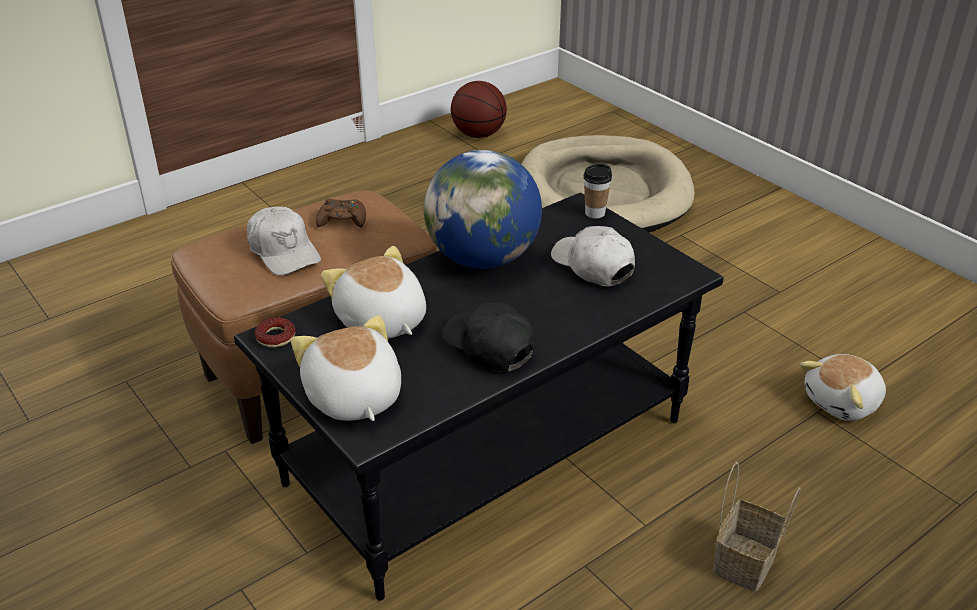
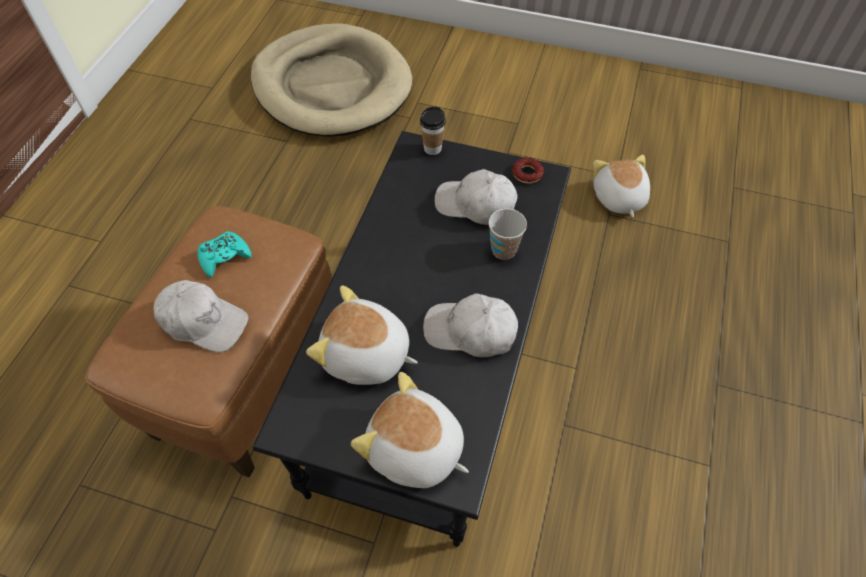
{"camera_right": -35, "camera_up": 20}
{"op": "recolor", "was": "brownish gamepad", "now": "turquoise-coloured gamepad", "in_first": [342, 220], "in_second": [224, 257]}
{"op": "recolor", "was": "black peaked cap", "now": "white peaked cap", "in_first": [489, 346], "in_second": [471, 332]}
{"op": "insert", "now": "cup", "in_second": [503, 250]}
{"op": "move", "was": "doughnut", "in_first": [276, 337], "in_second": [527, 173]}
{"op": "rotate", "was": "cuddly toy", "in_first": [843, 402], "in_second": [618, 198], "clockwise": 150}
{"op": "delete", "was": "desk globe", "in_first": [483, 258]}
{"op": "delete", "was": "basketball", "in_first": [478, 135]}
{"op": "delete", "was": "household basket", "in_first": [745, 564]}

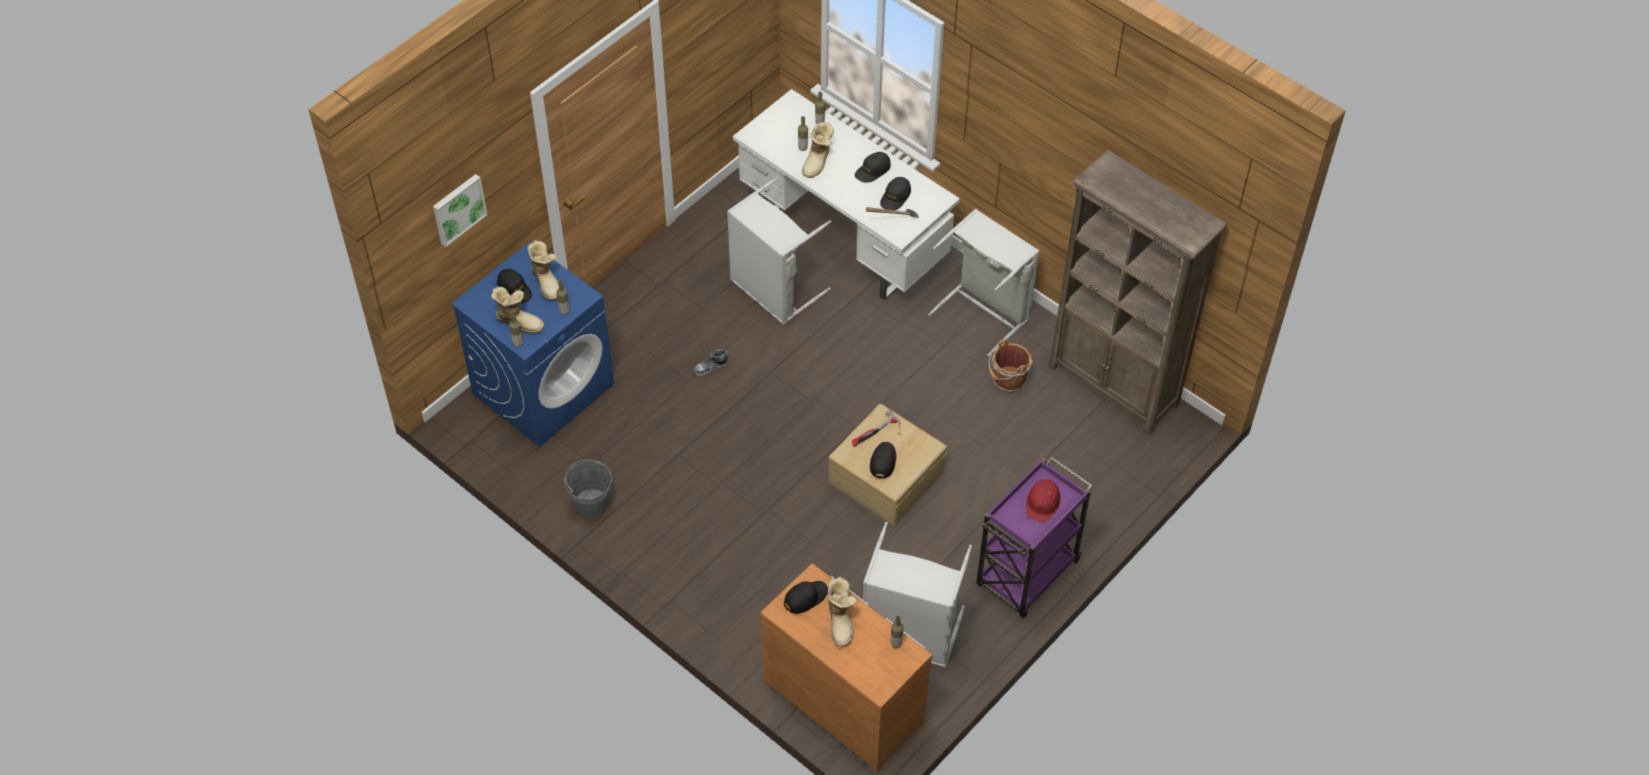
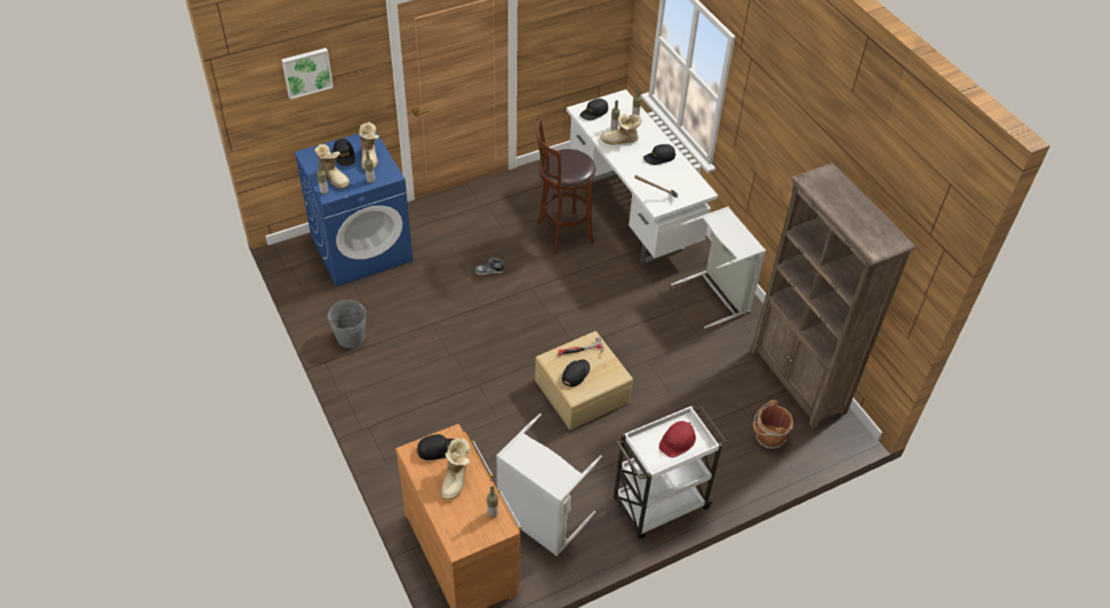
{"camera_right": 20, "camera_up": -5}
{"op": "replace", "was": "greyish hamper", "now": "brownish stool", "in_first": [772, 291], "in_second": [562, 233]}
{"op": "move", "was": "black peaked cap", "in_first": [895, 197], "in_second": [594, 113]}
{"op": "rotate", "was": "tall boot", "in_first": [818, 162], "in_second": [620, 141], "clockwise": 45}
{"op": "recolor", "was": "purple trolley", "now": "white trolley", "in_first": [1026, 575], "in_second": [659, 505]}
{"op": "move", "was": "brownish water bucket", "in_first": [1007, 380], "in_second": [768, 437]}

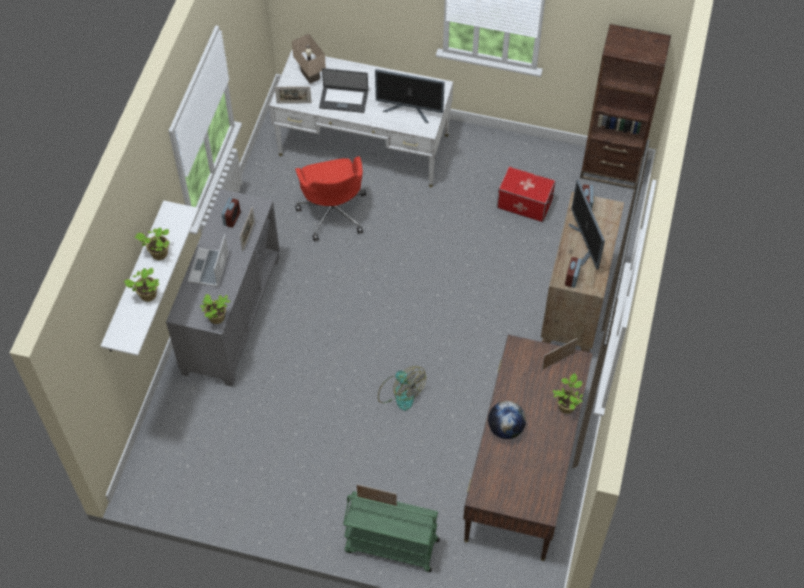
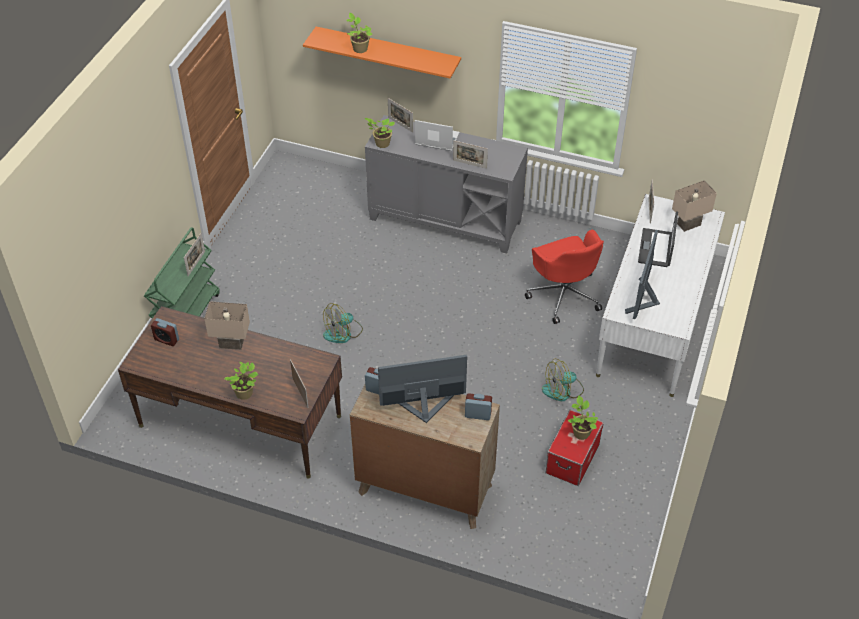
{"camera_right": 95, "camera_up": -10}
{"op": "move", "was": "alarm clock", "in_first": [232, 218], "in_second": [166, 339]}
{"op": "replace", "was": "desk globe", "now": "beige table lamp", "in_first": [505, 428], "in_second": [232, 342]}
{"op": "recolor", "was": "white bracket shelf", "now": "orange bracket shelf", "in_first": [135, 279], "in_second": [387, 52]}
{"op": "insert", "now": "picture frame", "in_second": [400, 125]}
{"op": "rotate", "was": "red-coloured office chair", "in_first": [333, 211], "in_second": [564, 294], "clockwise": -105}
{"op": "insert", "now": "cooling fan", "in_second": [563, 390]}
{"op": "move", "was": "plant in a pot", "in_first": [158, 254], "in_second": [580, 432]}
{"op": "delete", "was": "brownish bookshelf", "in_first": [611, 168]}

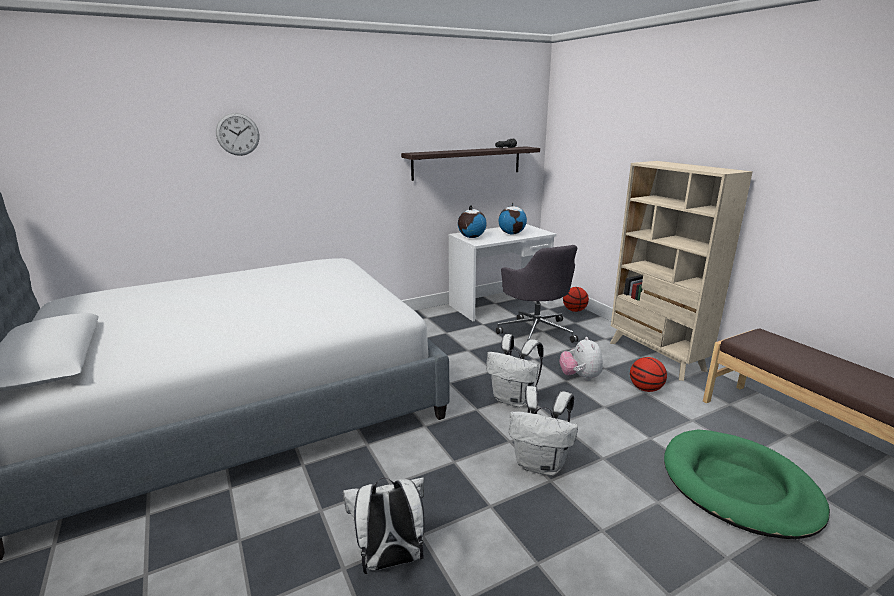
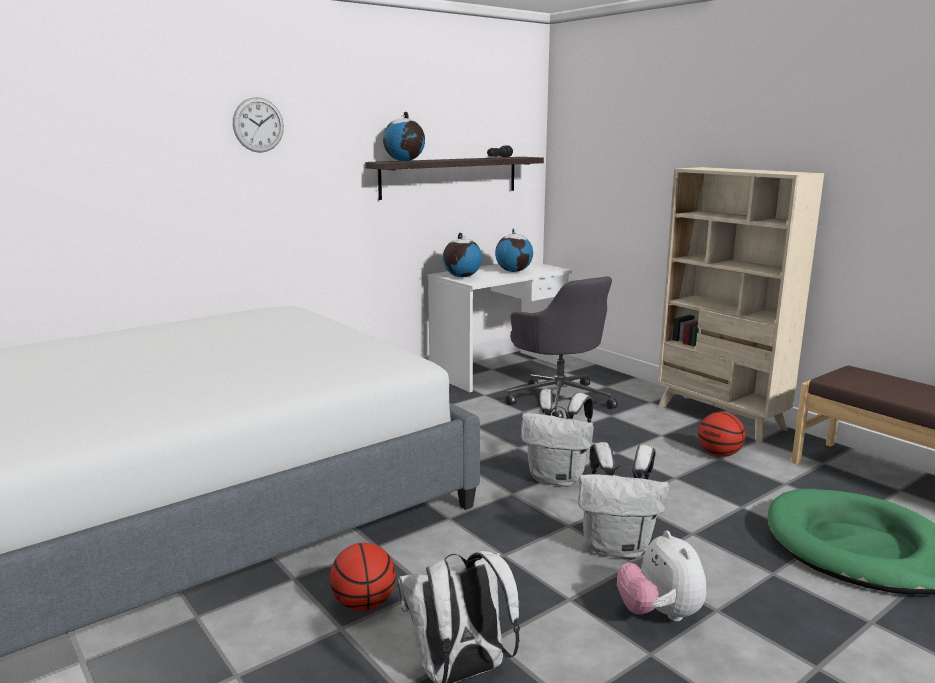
{"camera_right": -10, "camera_up": -5}
{"op": "move", "was": "wall clock", "in_first": [238, 134], "in_second": [258, 125]}
{"op": "move", "was": "basketball", "in_first": [574, 310], "in_second": [363, 604]}
{"op": "insert", "now": "desk globe", "in_second": [405, 161]}
{"op": "move", "was": "cuddly toy", "in_first": [580, 377], "in_second": [659, 613]}

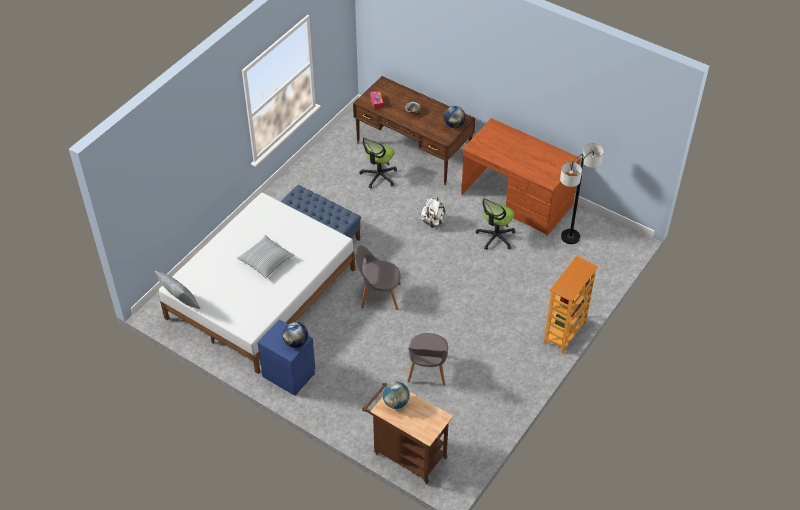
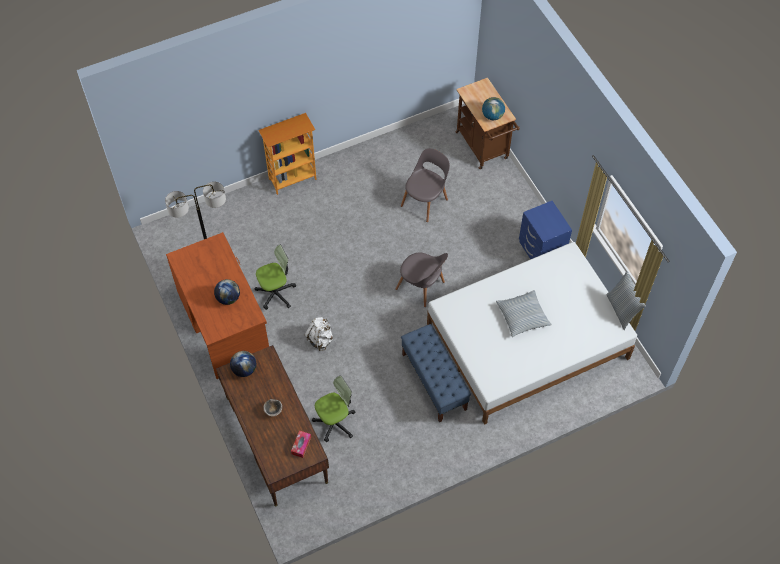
{"camera_right": -150, "camera_up": 10}
{"op": "move", "was": "desk globe", "in_first": [296, 342], "in_second": [228, 298]}

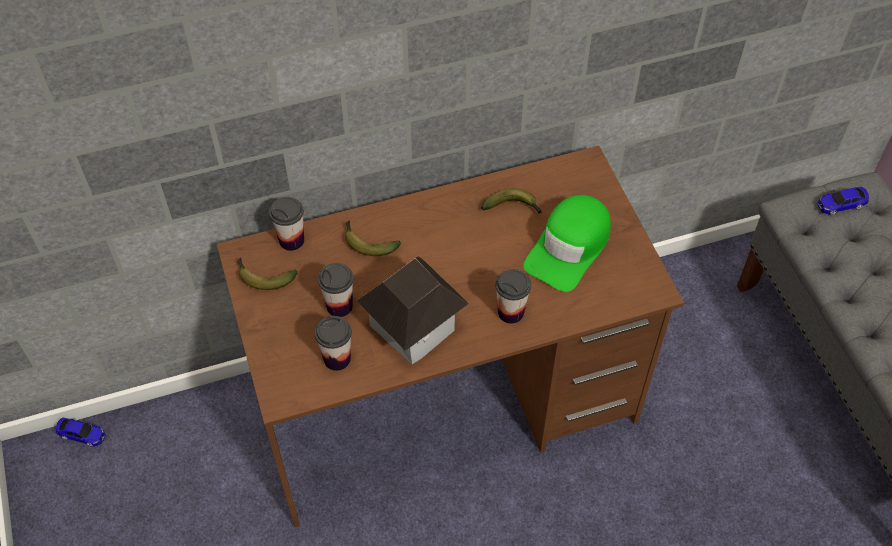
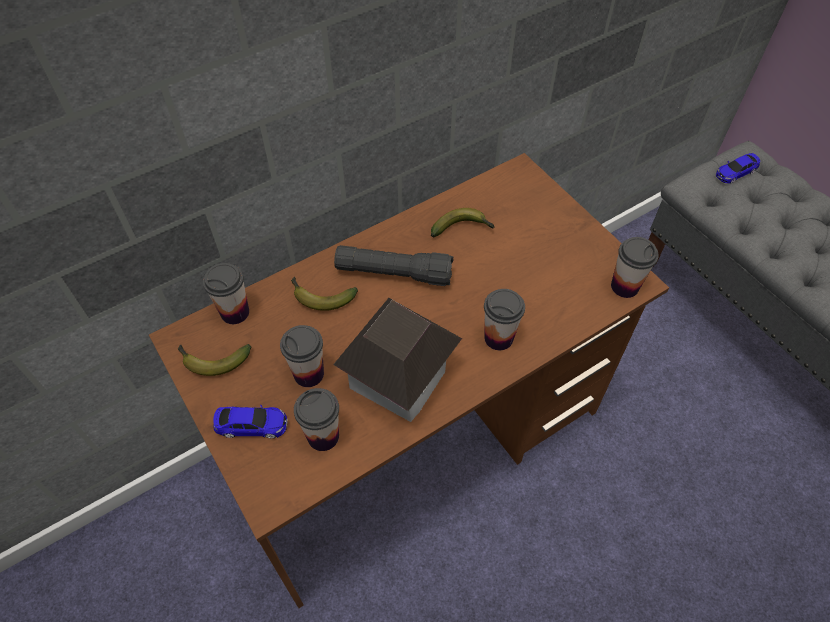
{"camera_right": -15, "camera_up": 0}
{"op": "move", "was": "miniature car", "in_first": [82, 434], "in_second": [252, 425]}
{"op": "insert", "now": "black torch", "in_second": [394, 273]}
{"op": "insert", "now": "cup", "in_second": [624, 286]}
{"op": "delete", "was": "green peaked cap", "in_first": [569, 247]}

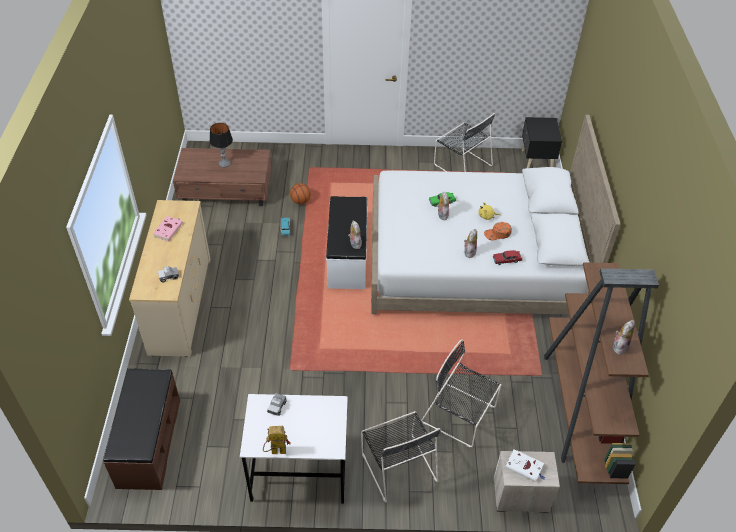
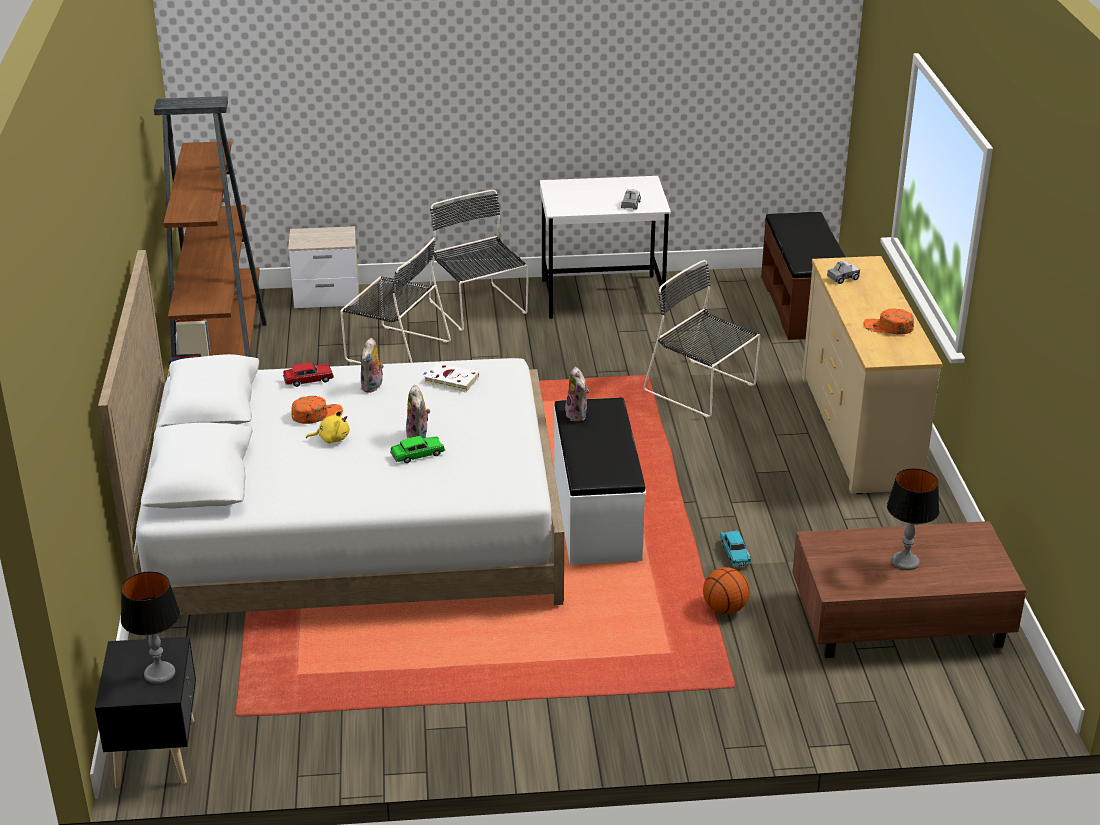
{"camera_right": 175, "camera_up": -15}
{"op": "insert", "now": "table lamp", "in_second": [159, 674]}
{"op": "move", "was": "white volume", "in_first": [525, 467], "in_second": [449, 380]}
{"op": "move", "was": "black upright chair", "in_first": [461, 164], "in_second": [702, 389]}
{"op": "replace", "was": "pink-coloured volume", "now": "orange peaked cap", "in_first": [168, 229], "in_second": [888, 327]}
{"op": "delete", "was": "model robot", "in_first": [275, 451]}
{"op": "delete", "was": "cuddly toy", "in_first": [619, 346]}

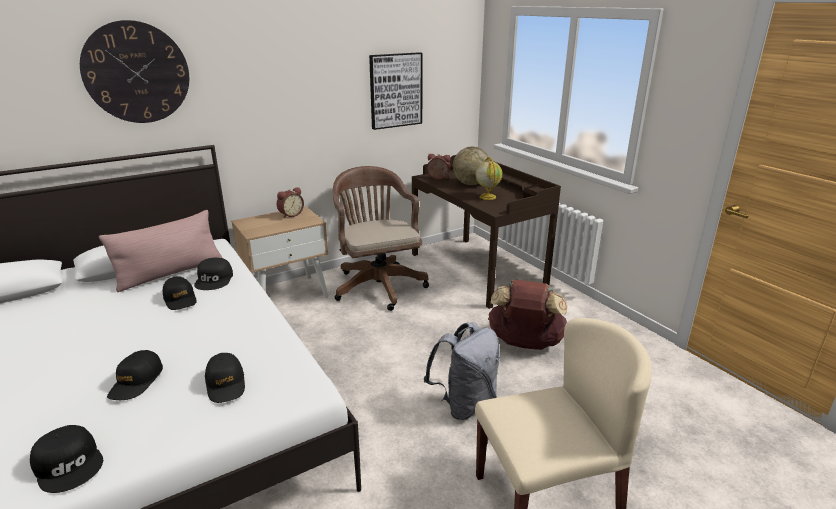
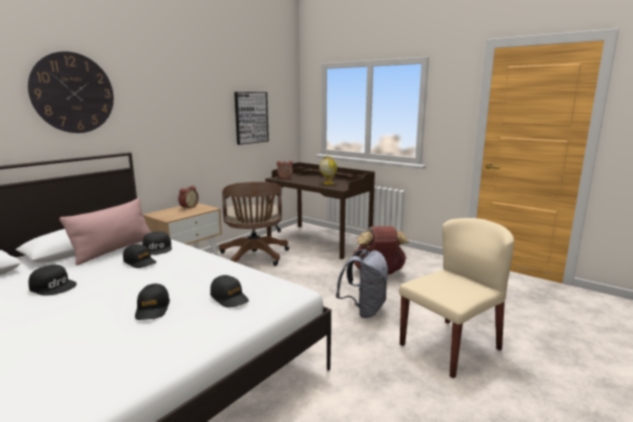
{"camera_right": -20, "camera_up": -10}
{"op": "move", "was": "black peaked cap", "in_first": [70, 464], "in_second": [54, 286]}
{"op": "rotate", "was": "brownish office chair", "in_first": [378, 284], "in_second": [254, 257], "clockwise": -150}
{"op": "delete", "was": "desk globe", "in_first": [470, 184]}

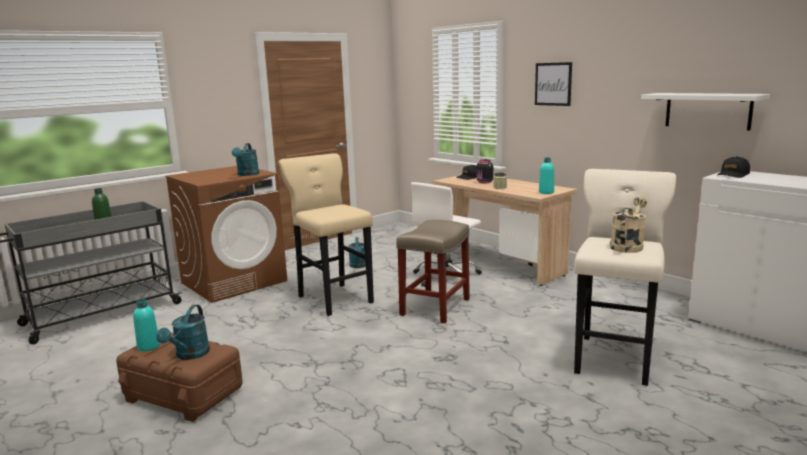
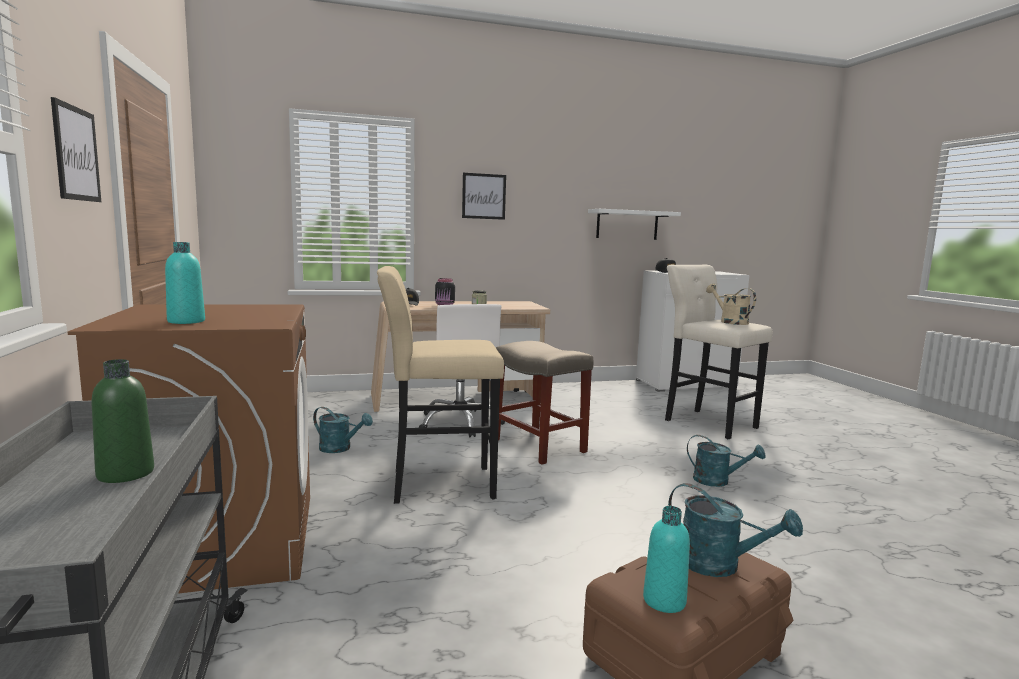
{"camera_right": -65, "camera_up": -5}
{"op": "insert", "now": "wall art", "in_second": [76, 154]}
{"op": "move", "was": "turquoise-coloured bottle", "in_first": [546, 192], "in_second": [186, 321]}
{"op": "move", "was": "turquoise-coloured watering can", "in_first": [247, 174], "in_second": [718, 481]}

